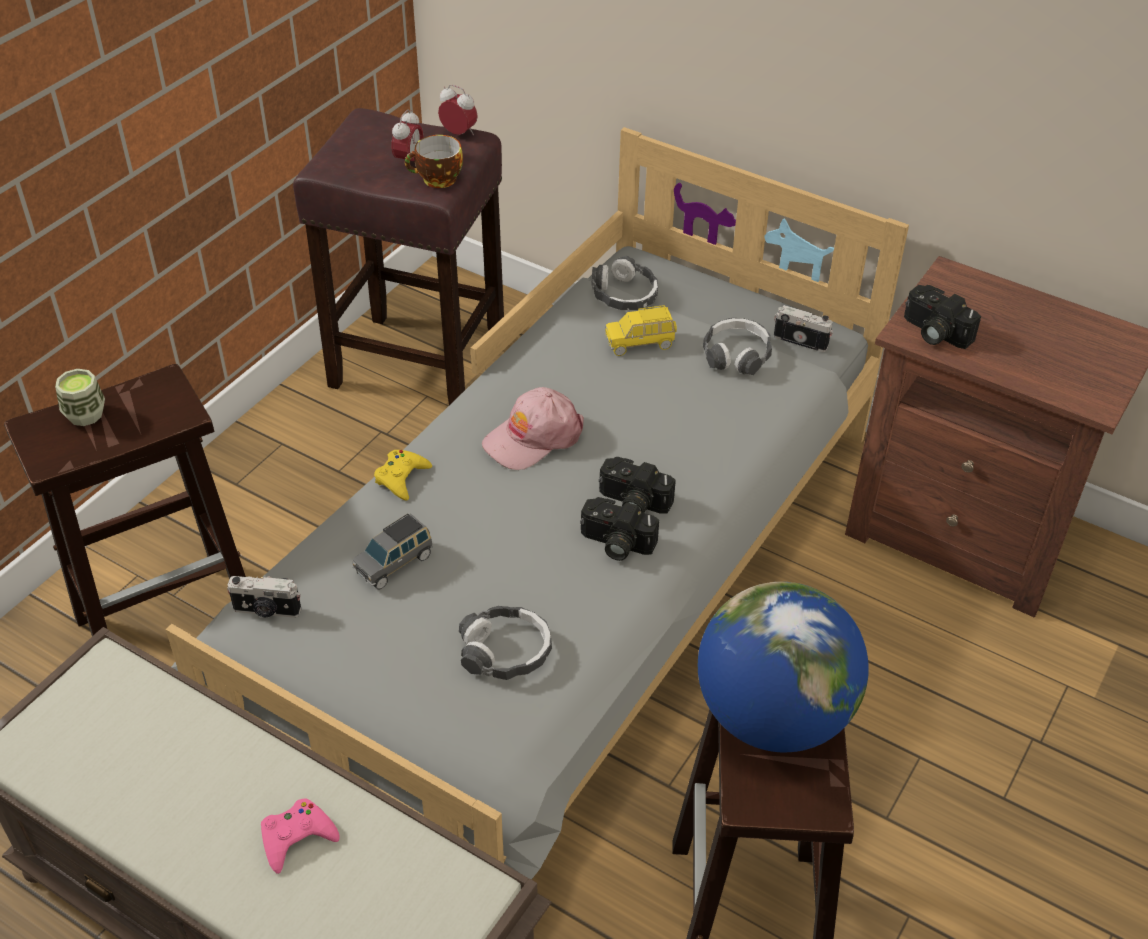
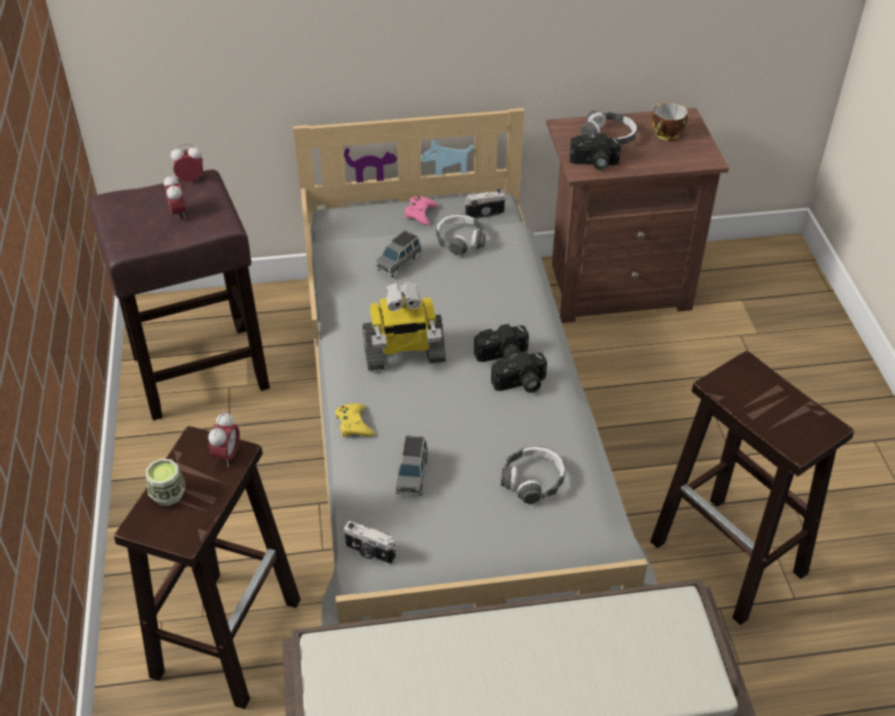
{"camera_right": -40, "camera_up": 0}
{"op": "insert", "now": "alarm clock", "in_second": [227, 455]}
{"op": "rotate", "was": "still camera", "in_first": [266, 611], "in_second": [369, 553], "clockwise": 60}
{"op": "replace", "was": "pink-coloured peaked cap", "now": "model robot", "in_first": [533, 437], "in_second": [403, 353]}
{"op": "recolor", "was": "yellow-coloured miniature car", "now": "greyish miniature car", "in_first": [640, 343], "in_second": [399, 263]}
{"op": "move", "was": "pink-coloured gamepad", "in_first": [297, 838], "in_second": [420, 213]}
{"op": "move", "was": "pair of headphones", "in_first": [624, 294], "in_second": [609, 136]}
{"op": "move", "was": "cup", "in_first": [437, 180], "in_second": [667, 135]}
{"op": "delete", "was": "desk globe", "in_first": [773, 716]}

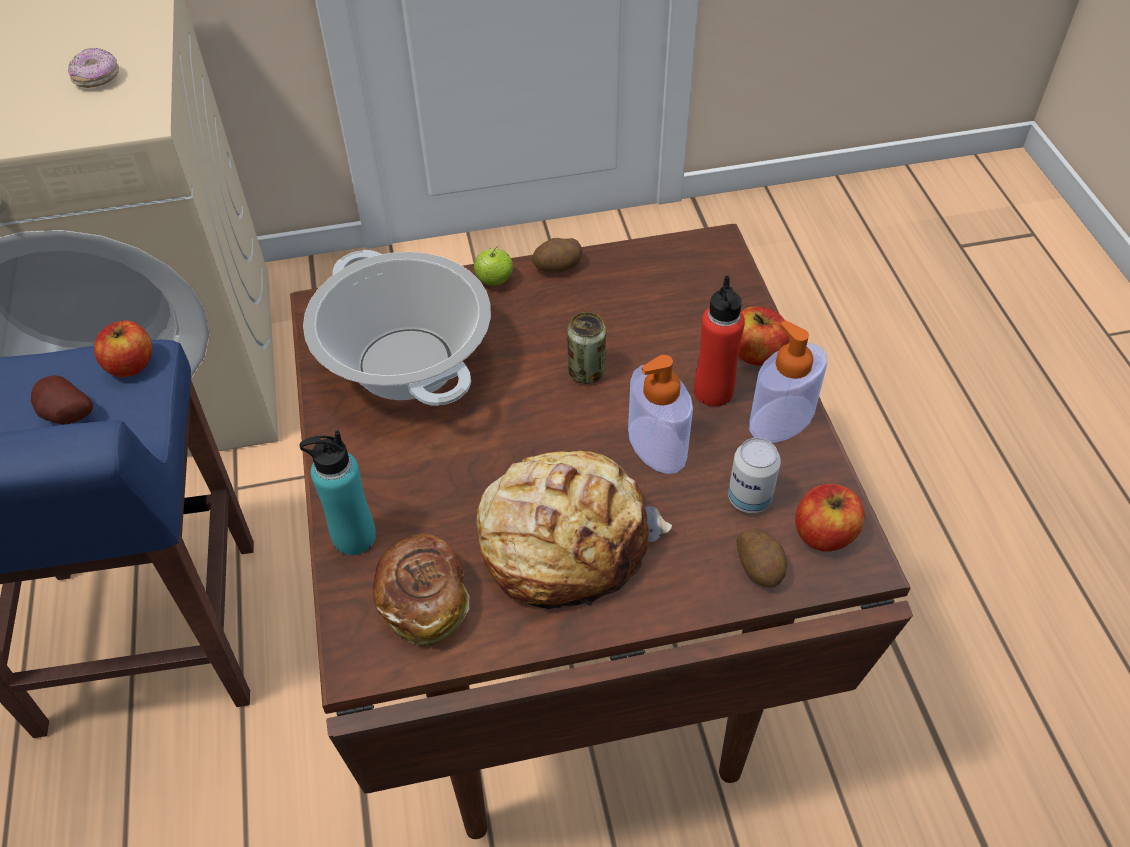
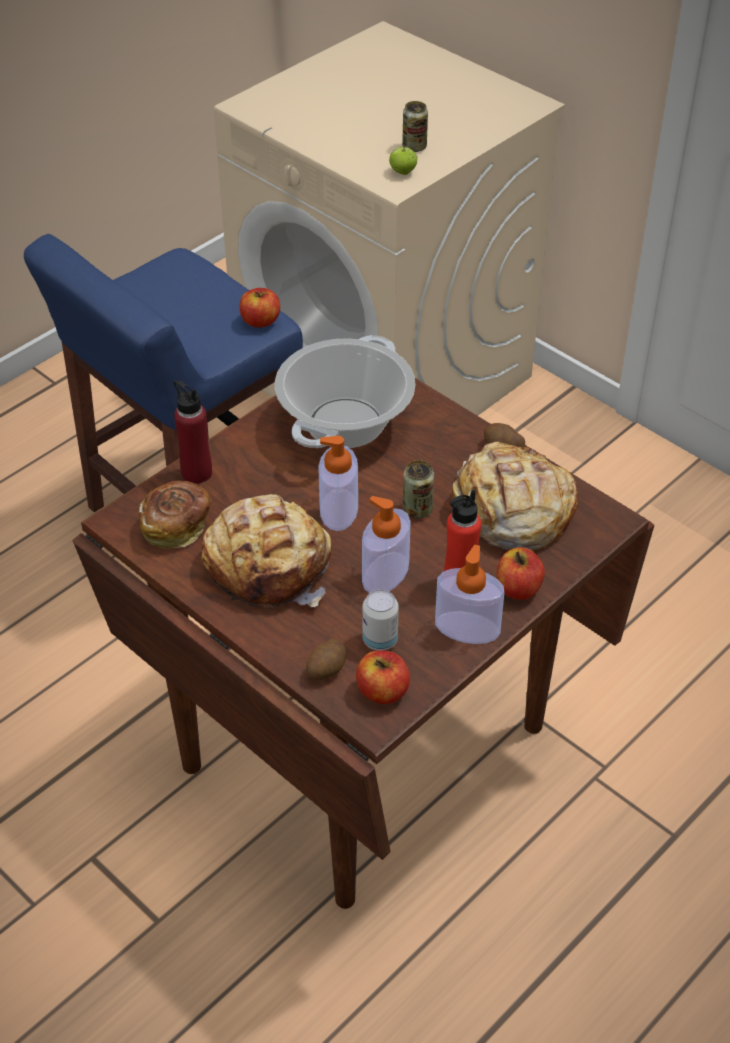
{"camera_right": 55, "camera_up": -5}
{"op": "recolor", "was": "turquoise-coloured bottle", "now": "red-coloured bottle", "in_first": [354, 537], "in_second": [196, 473]}
{"op": "insert", "now": "soap dispenser", "in_second": [338, 510]}
{"op": "move", "was": "whole apple", "in_first": [494, 281], "in_second": [403, 172]}
{"op": "replace", "was": "doughnut", "now": "can", "in_first": [97, 79], "in_second": [414, 147]}
{"op": "insert", "now": "bread", "in_second": [511, 512]}
{"op": "delete", "was": "potato", "in_first": [66, 416]}

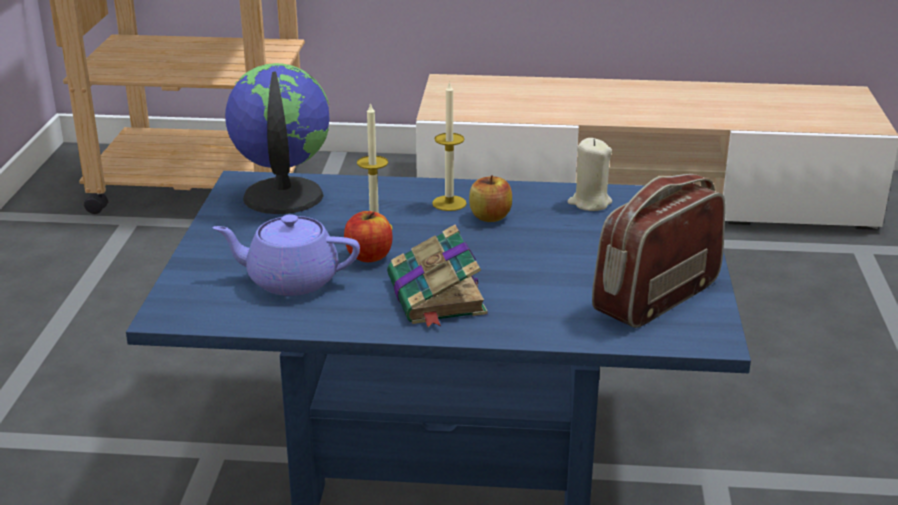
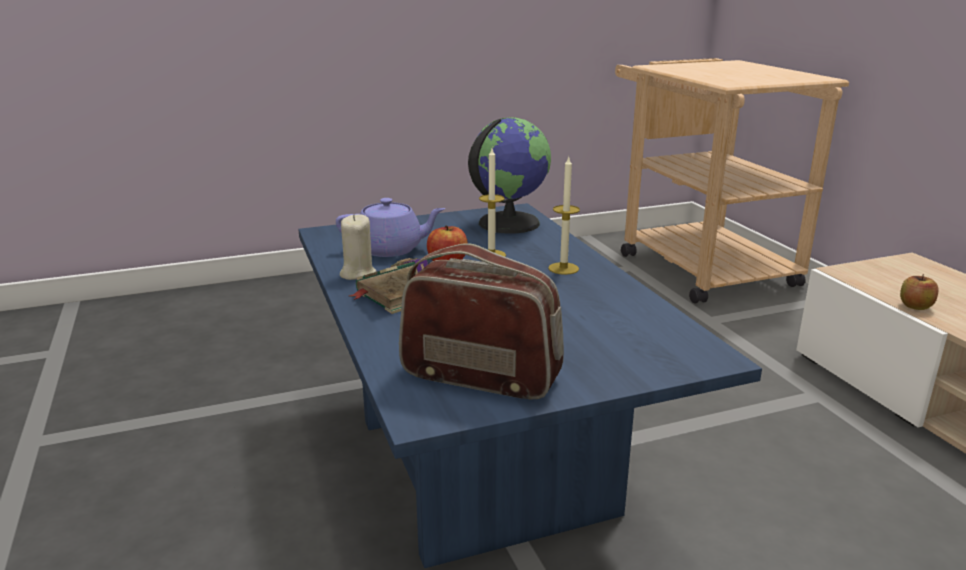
{"camera_right": 65, "camera_up": -5}
{"op": "rotate", "was": "purple tea pot", "in_first": [290, 280], "in_second": [391, 249], "clockwise": 105}
{"op": "move", "was": "beige wax light", "in_first": [589, 203], "in_second": [357, 274]}
{"op": "move", "was": "whole apple", "in_first": [490, 217], "in_second": [915, 306]}

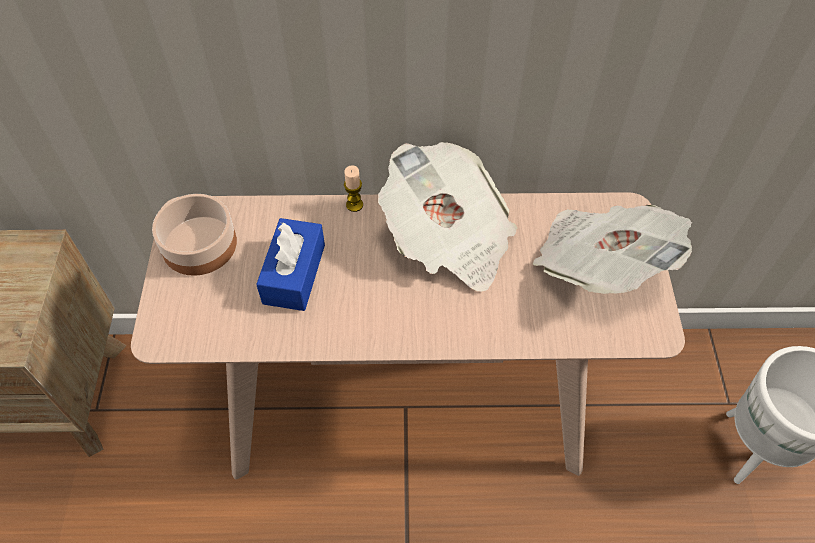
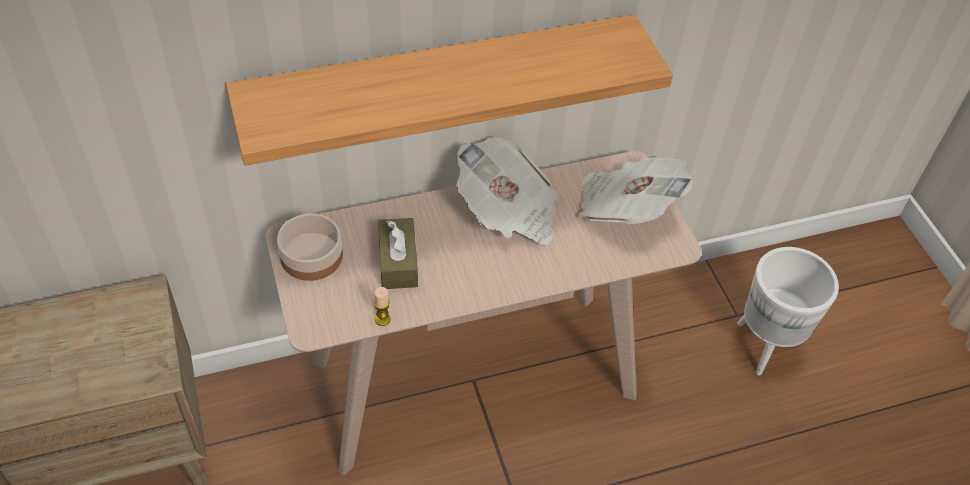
{"camera_right": -20, "camera_up": -5}
{"op": "insert", "now": "bracket shelf", "in_second": [439, 81]}
{"op": "move", "was": "wax light", "in_first": [354, 205], "in_second": [382, 319]}
{"op": "recolor", "was": "bluish box of tissues", "now": "brownish box of tissues", "in_first": [294, 274], "in_second": [398, 262]}

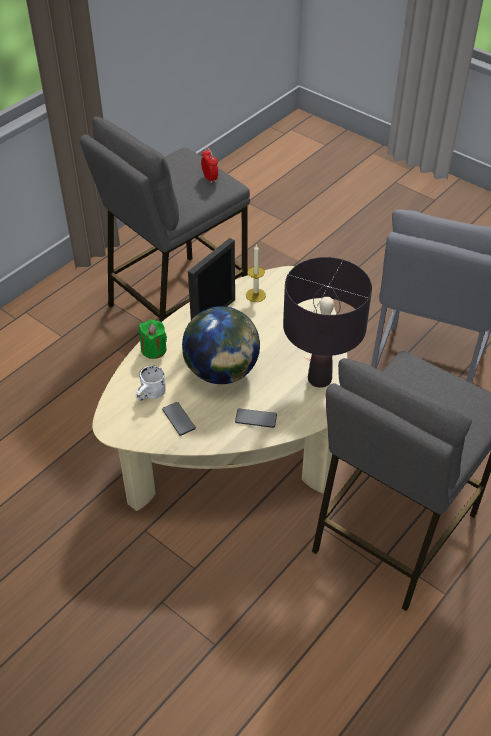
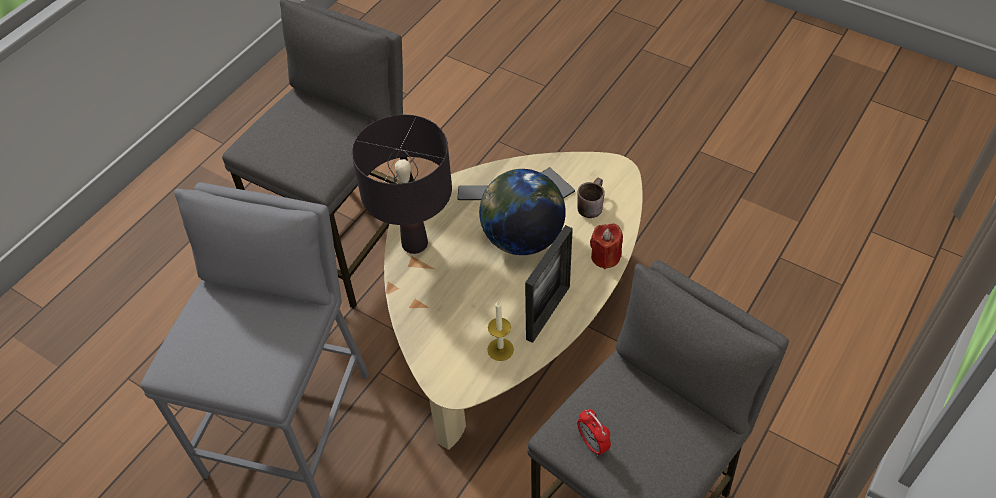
{"camera_right": 175, "camera_up": 5}
{"op": "recolor", "was": "white coffee mug", "now": "brownish coffee mug", "in_first": [152, 395], "in_second": [589, 204]}
{"op": "recolor", "was": "green wax light", "now": "red-coloured wax light", "in_first": [154, 350], "in_second": [605, 257]}

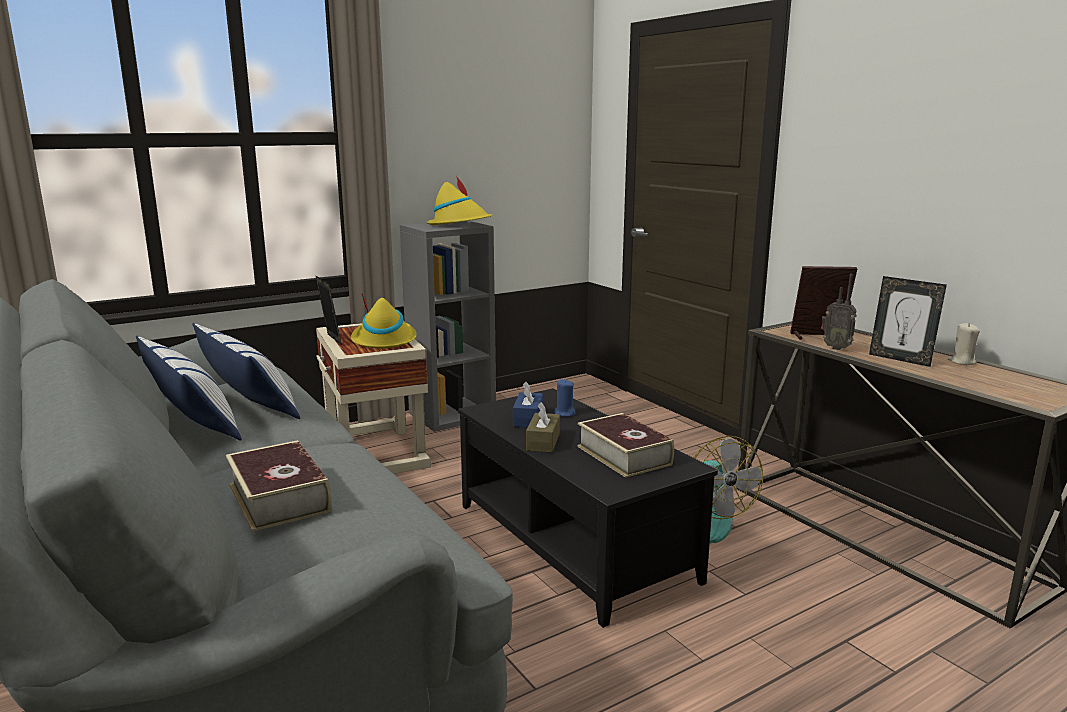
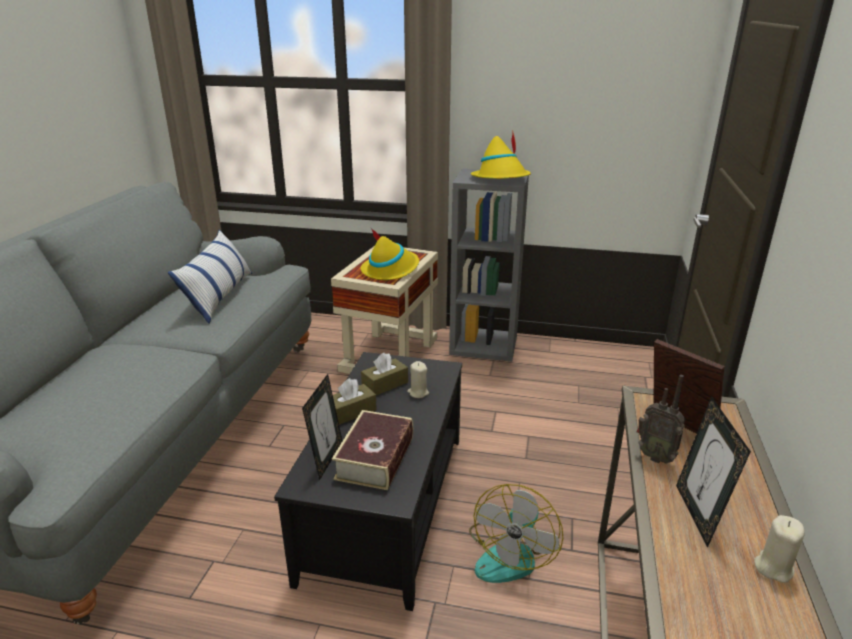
{"camera_right": 45, "camera_up": 10}
{"op": "move", "was": "picture frame", "in_first": [330, 340], "in_second": [326, 459]}
{"op": "recolor", "was": "bluish box of tissues", "now": "brownish box of tissues", "in_first": [528, 418], "in_second": [385, 384]}
{"op": "recolor", "was": "bluish wax light", "now": "beige wax light", "in_first": [564, 413], "in_second": [418, 392]}
{"op": "rotate", "was": "radio receiver", "in_first": [836, 348], "in_second": [655, 456], "clockwise": -45}
{"op": "delete", "was": "pillow", "in_first": [192, 418]}
{"op": "delete", "was": "volume", "in_first": [279, 498]}

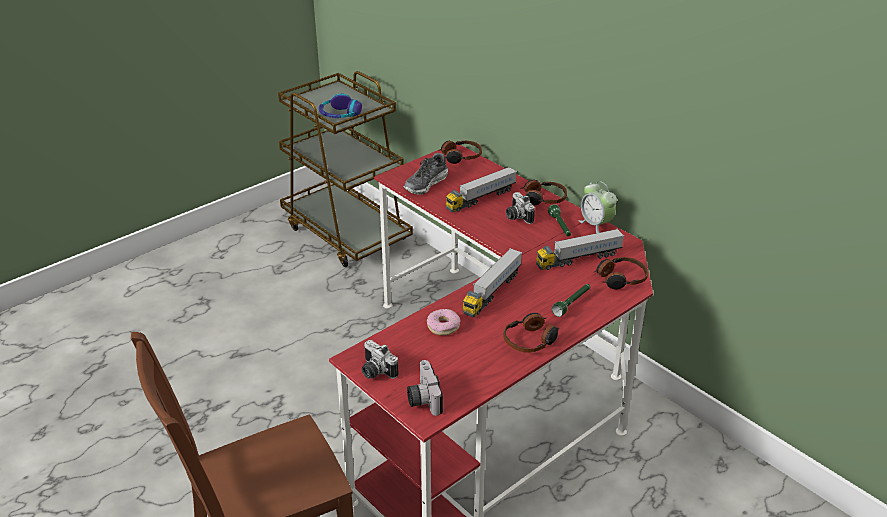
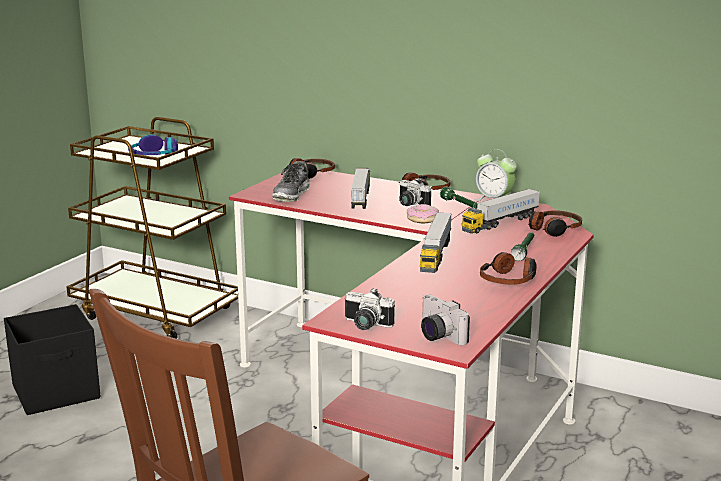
{"camera_right": -20, "camera_up": -15}
{"op": "insert", "now": "black storage box", "in_second": [57, 392]}
{"op": "rotate", "was": "toy truck", "in_first": [481, 198], "in_second": [360, 197], "clockwise": 150}
{"op": "move", "was": "doughnut", "in_first": [443, 326], "in_second": [422, 219]}

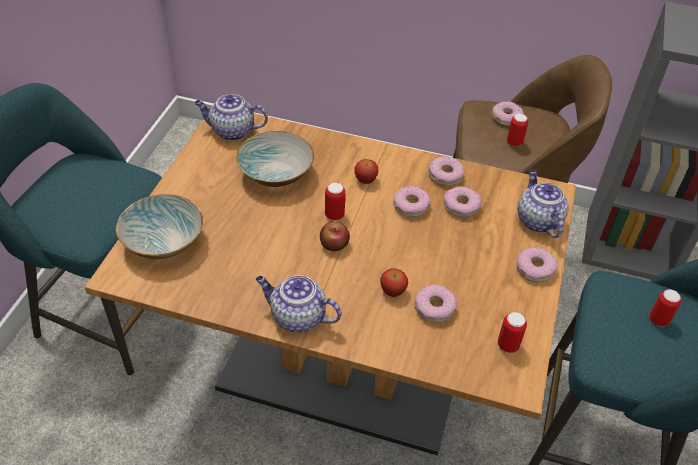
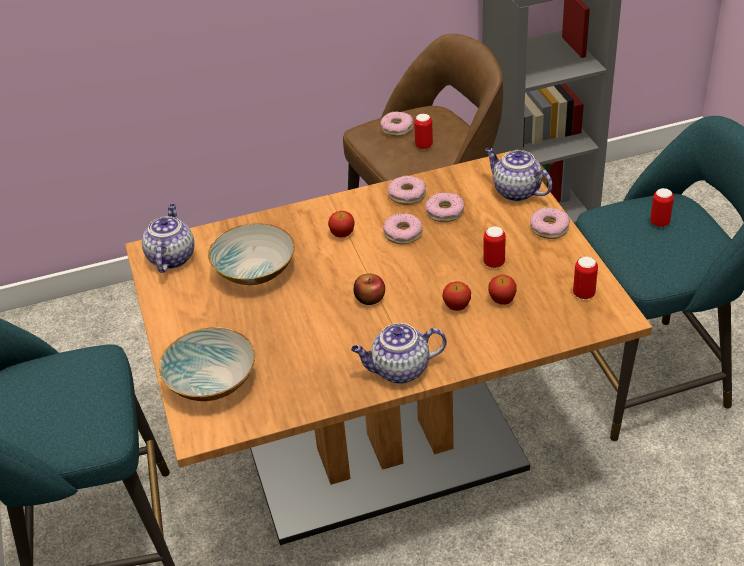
{"camera_right": -30, "camera_up": -5}
{"op": "rotate", "was": "tea pot", "in_first": [232, 131], "in_second": [171, 257], "clockwise": 120}
{"op": "move", "was": "can", "in_first": [334, 215], "in_second": [494, 263]}
{"op": "replace", "was": "doughnut", "now": "whole apple", "in_first": [434, 308], "in_second": [502, 299]}

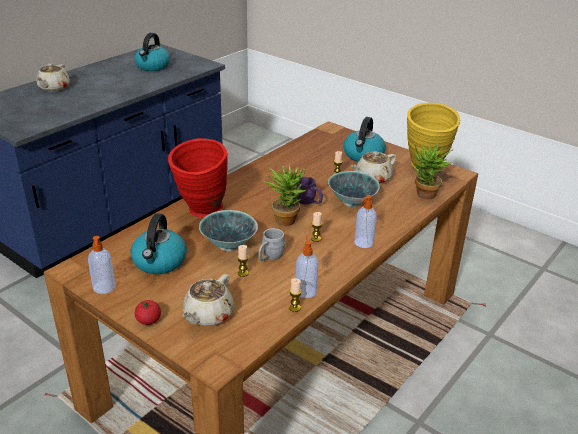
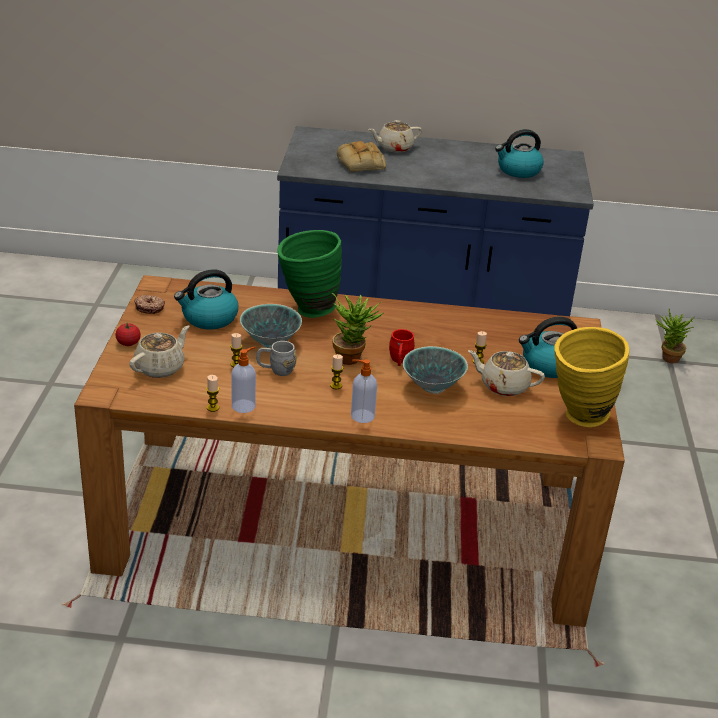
{"camera_right": 55, "camera_up": 0}
{"op": "rotate", "was": "beige tea pot", "in_first": [208, 315], "in_second": [160, 368], "clockwise": 135}
{"op": "replace", "was": "soap dispenser", "now": "doughnut", "in_first": [104, 287], "in_second": [149, 308]}
{"op": "recolor", "was": "red-coloured decorative vase", "now": "green decorative vase", "in_first": [201, 213], "in_second": [306, 310]}
{"op": "insert", "now": "bread", "in_second": [362, 164]}
{"op": "recolor", "was": "purple coffee mug", "now": "red-coloured coffee mug", "in_first": [309, 202], "in_second": [400, 361]}
{"op": "move", "was": "plant in a pot", "in_first": [425, 196], "in_second": [667, 359]}

